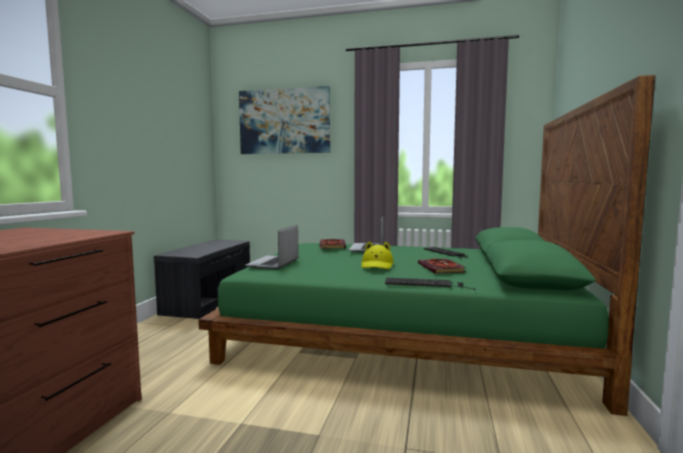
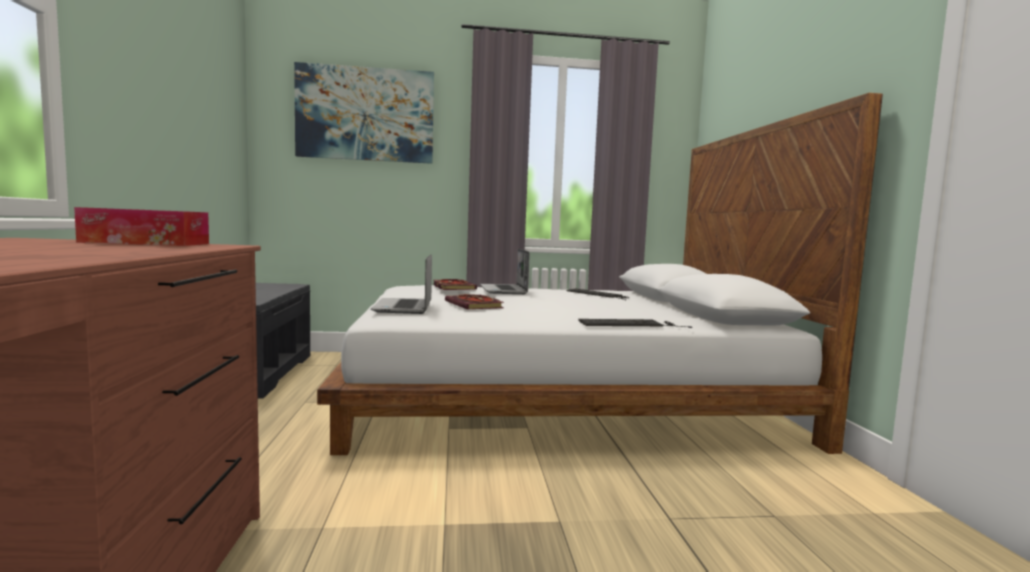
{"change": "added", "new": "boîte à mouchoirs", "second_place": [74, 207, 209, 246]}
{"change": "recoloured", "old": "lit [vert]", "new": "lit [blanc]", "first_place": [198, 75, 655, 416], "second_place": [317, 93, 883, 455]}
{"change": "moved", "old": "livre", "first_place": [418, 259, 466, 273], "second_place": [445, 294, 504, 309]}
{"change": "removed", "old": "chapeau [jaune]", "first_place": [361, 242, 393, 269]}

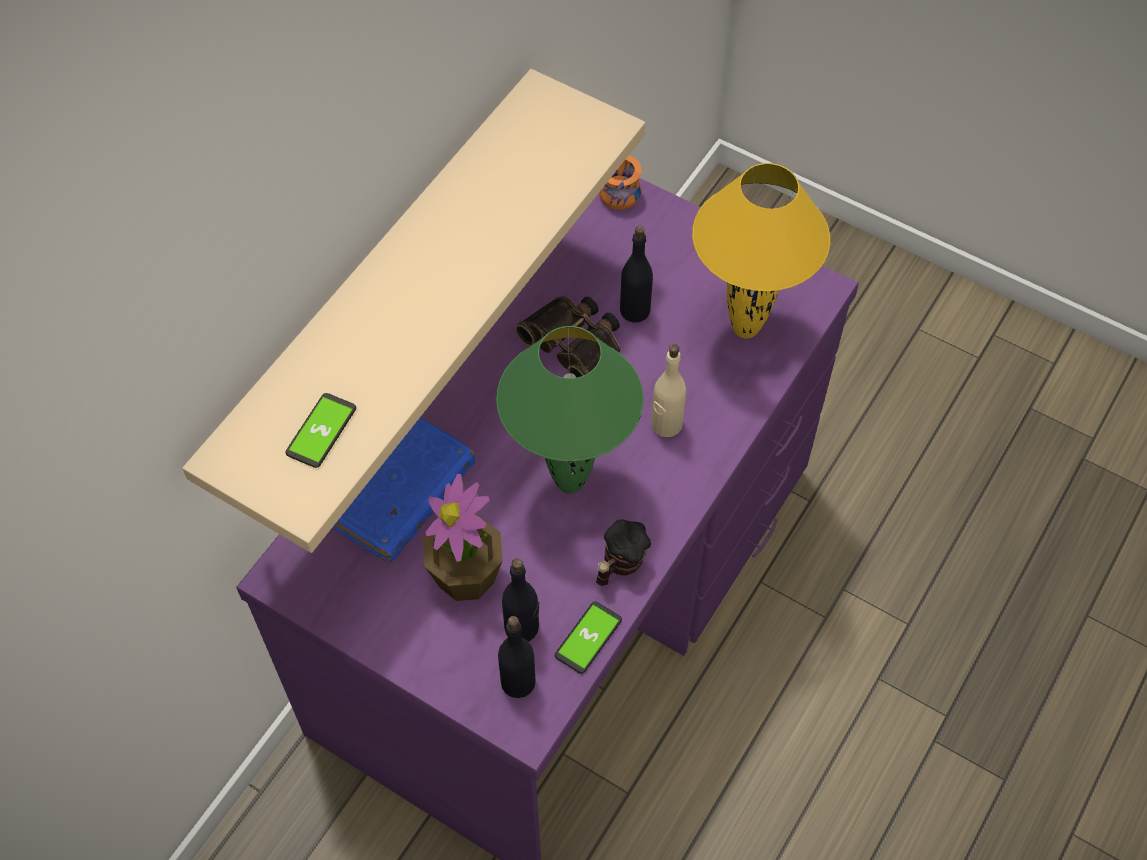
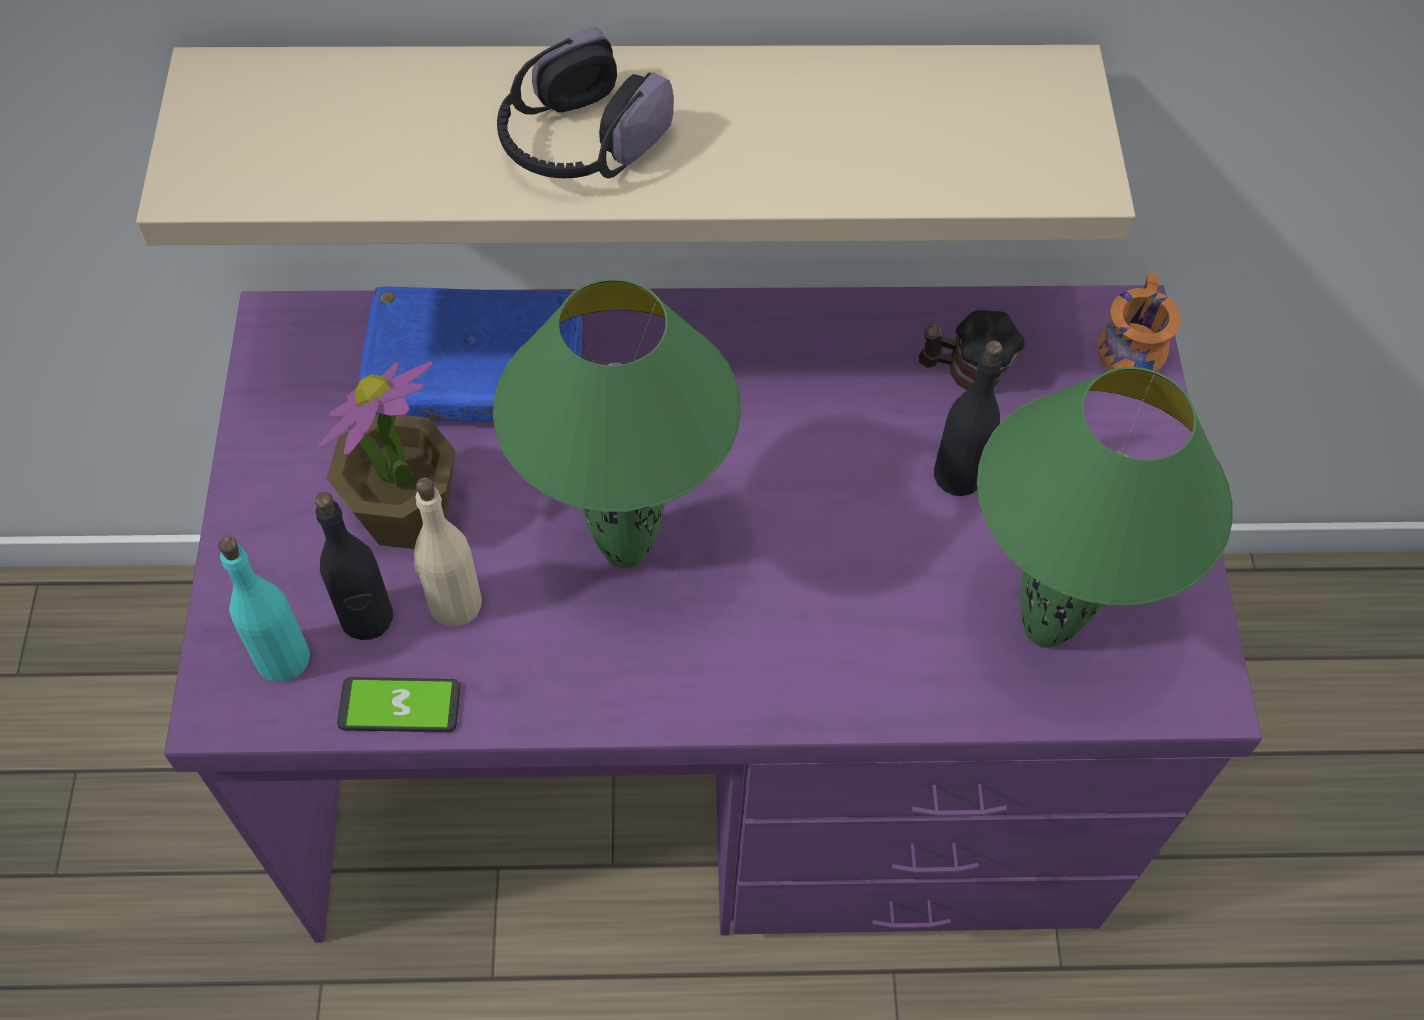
{"change": "recoloured", "old": "bouteille [noir]", "new": "bouteille [turquoise]", "first_place": [498, 616, 536, 698], "second_place": [218, 537, 310, 682]}
{"change": "moved", "old": "bouteille [beige]", "first_place": [651, 344, 686, 437], "second_place": [414, 478, 482, 627]}
{"change": "added", "new": "casque audio", "second_place": [497, 26, 674, 179]}
{"change": "moved", "old": "mug", "first_place": [596, 519, 651, 586], "second_place": [919, 310, 1025, 390]}
{"change": "recoloured", "old": "lampe de table [jaune]", "new": "lampe de table [vert]", "first_place": [692, 163, 830, 339], "second_place": [977, 367, 1233, 648]}
{"change": "removed", "old": "téléphone", "first_place": [286, 393, 356, 468]}
{"change": "removed", "old": "jumelles", "first_place": [515, 296, 620, 378]}

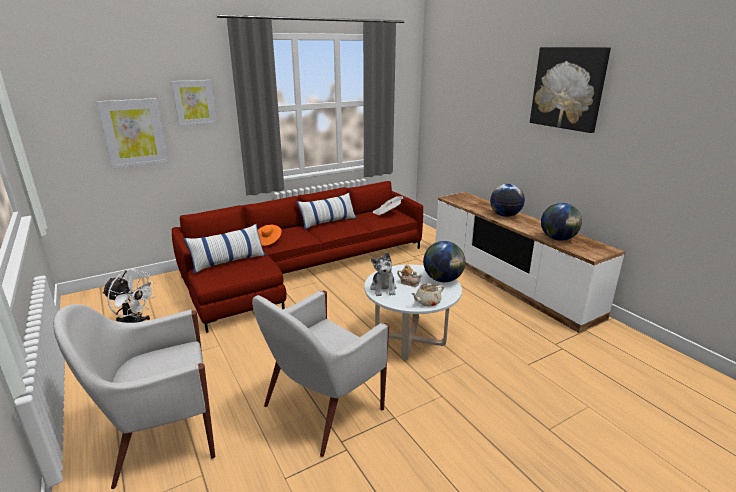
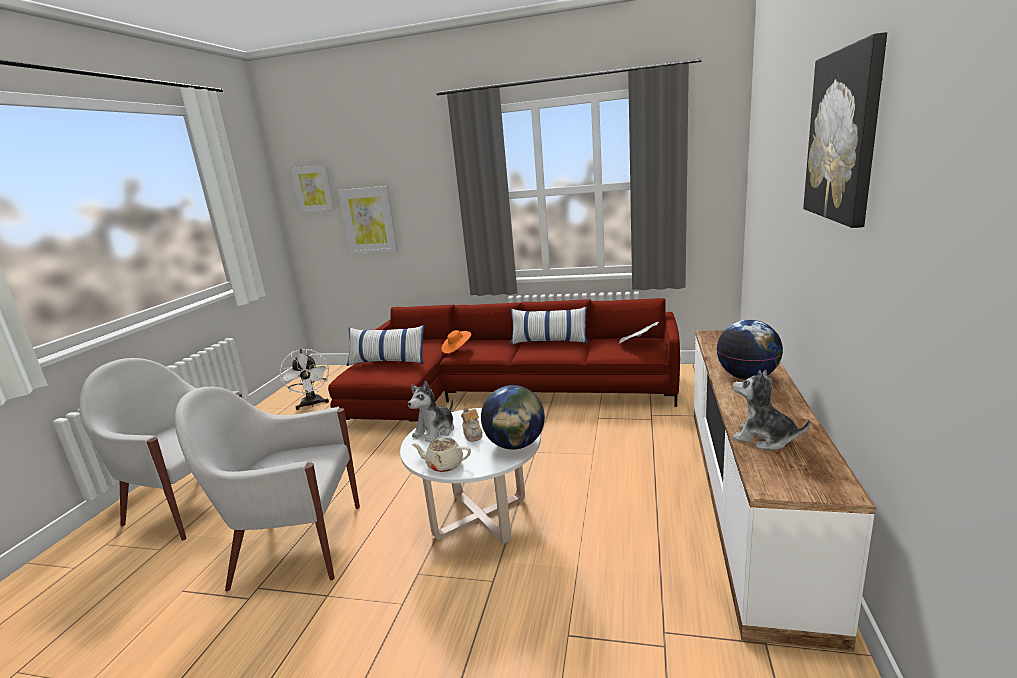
{"change": "moved", "old": "tableau", "first_place": [171, 80, 216, 126], "second_place": [291, 165, 335, 213]}
{"change": "replaced", "old": "globe", "new": "peluche", "first_place": [541, 203, 582, 241], "second_place": [733, 370, 810, 450]}

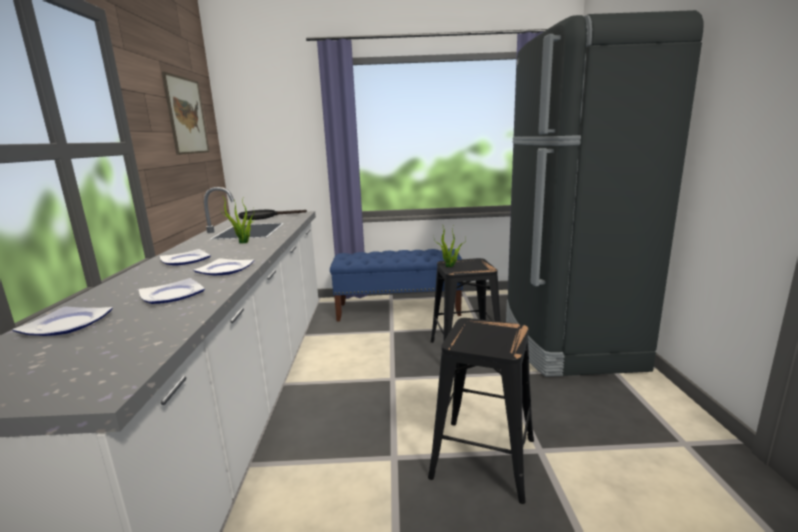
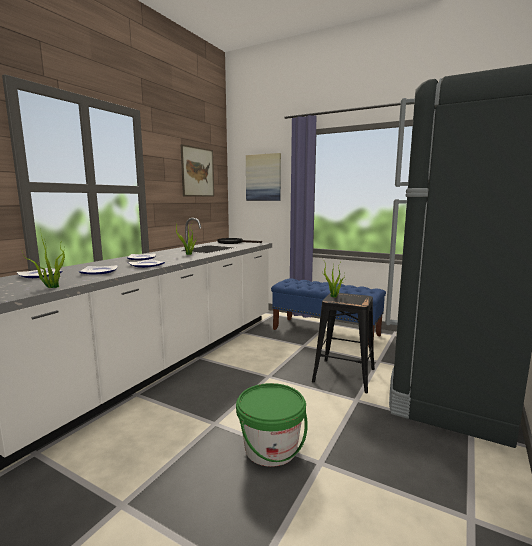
{"change": "added", "new": "plante en pot", "second_place": [22, 234, 65, 288]}
{"change": "replaced", "old": "tabouret [noir]", "new": "seau [vert]", "first_place": [428, 318, 534, 504], "second_place": [236, 383, 308, 467]}
{"change": "added", "new": "tableau", "second_place": [246, 153, 281, 201]}

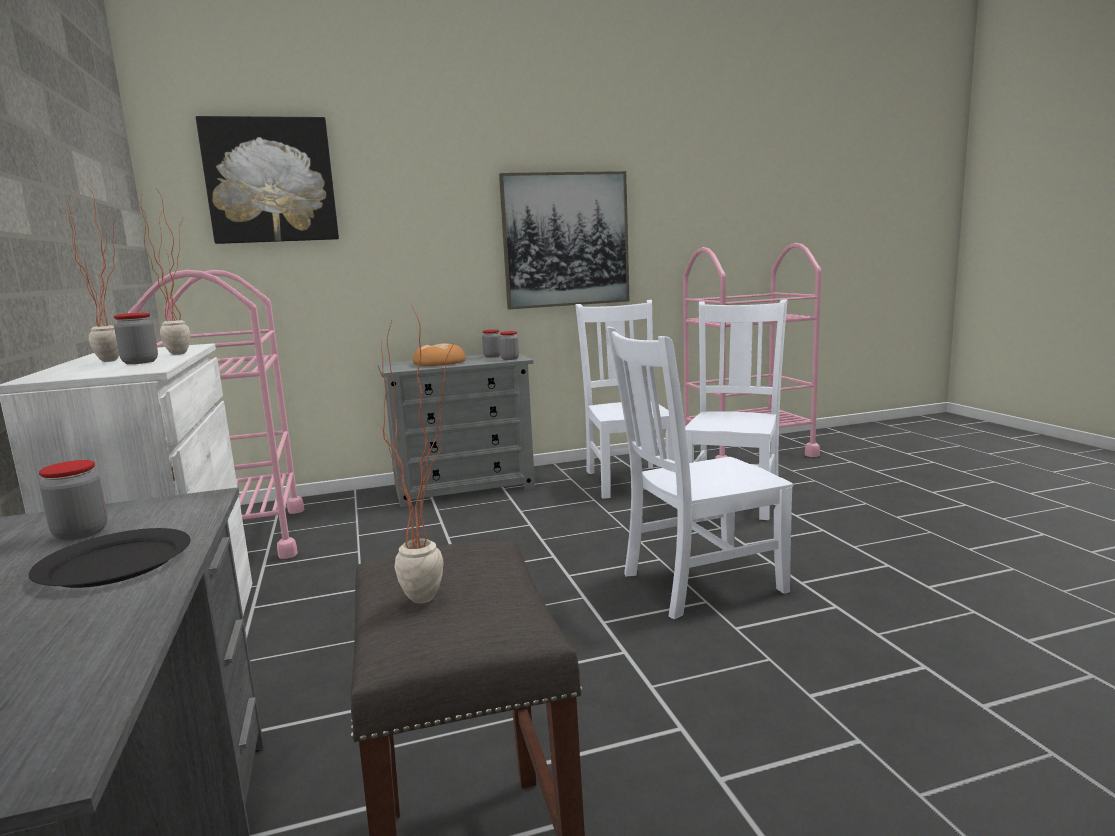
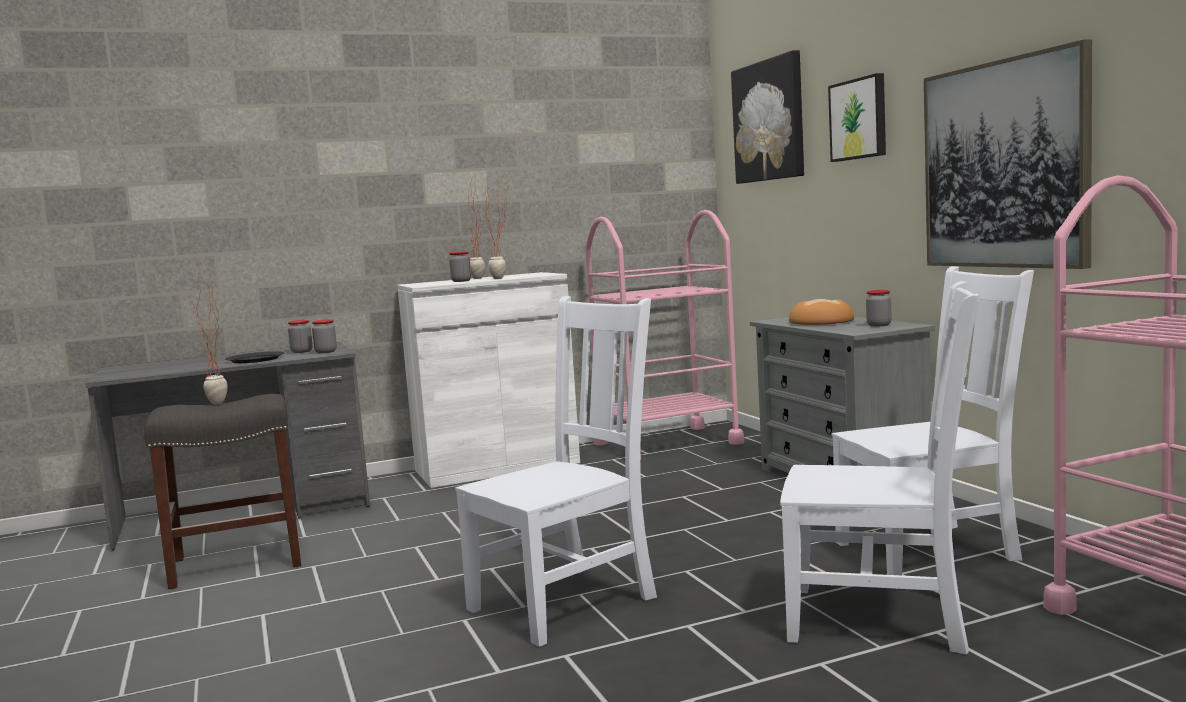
{"change": "moved", "old": "bocal", "first_place": [499, 331, 519, 360], "second_place": [312, 319, 337, 353]}
{"change": "turned", "old": "chaise [blanc]", "first_place": [607, 326, 793, 619], "second_place": [455, 296, 657, 647], "degrees": 75}
{"change": "added", "new": "tableau", "second_place": [828, 73, 886, 162]}

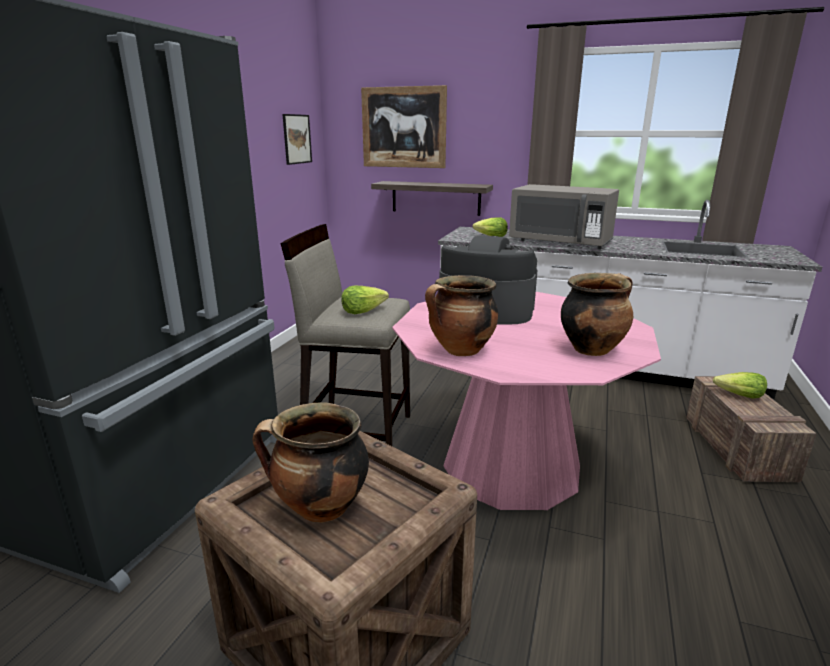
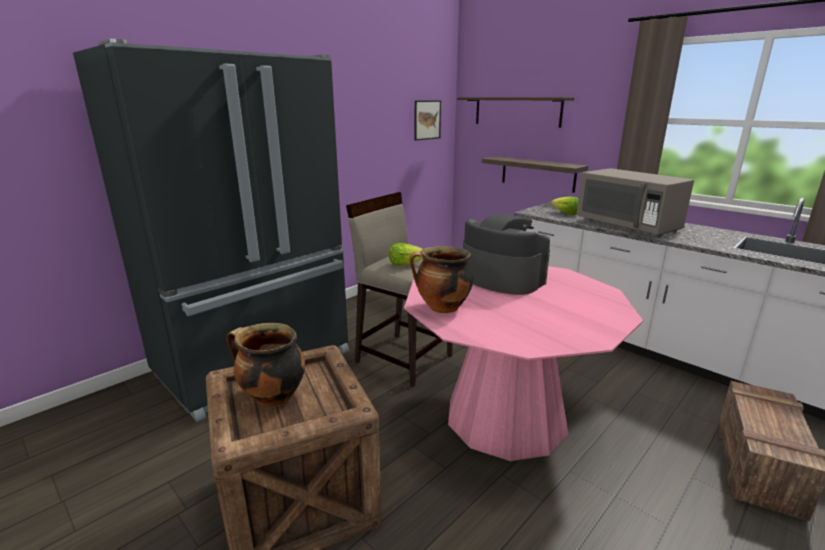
{"change": "replaced", "old": "tableau", "new": "étagère", "first_place": [361, 85, 447, 168], "second_place": [457, 97, 575, 128]}
{"change": "removed", "old": "marmite", "first_place": [561, 273, 633, 356]}
{"change": "removed", "old": "laitue", "first_place": [713, 372, 767, 399]}

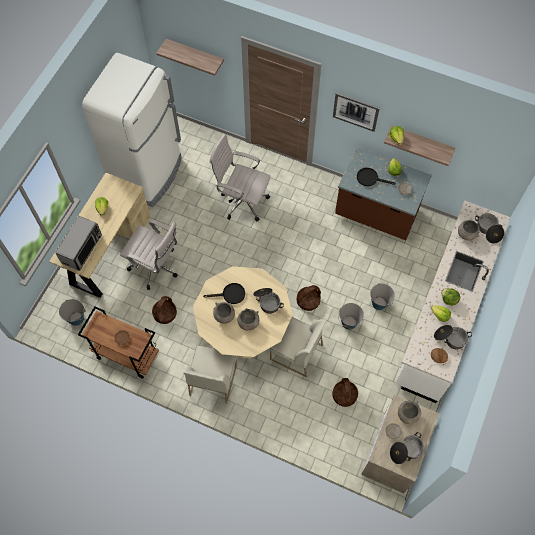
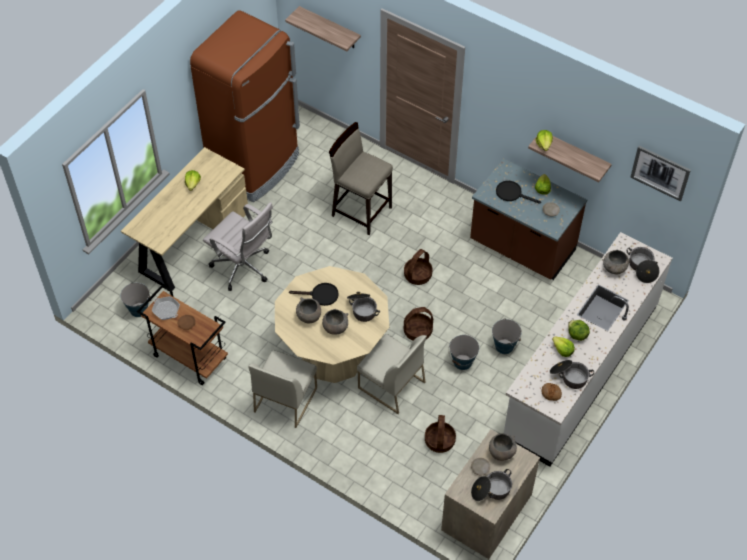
{"change": "added", "new": "poêle", "second_place": [152, 296, 180, 320]}
{"change": "recoloured", "old": "réfrigérateur [blanc]", "new": "réfrigérateur [marron]", "first_place": [82, 53, 182, 207], "second_place": [190, 11, 300, 202]}
{"change": "replaced", "old": "chaise de bureau [blanc]", "new": "tabouret [beige]", "first_place": [210, 134, 271, 221], "second_place": [329, 122, 393, 235]}
{"change": "moved", "old": "panier", "first_place": [152, 296, 177, 324], "second_place": [404, 249, 432, 285]}
{"change": "moved", "old": "tableau", "first_place": [333, 92, 380, 132], "second_place": [630, 146, 691, 201]}
{"change": "removed", "old": "micro-ondes", "first_place": [55, 216, 102, 271]}

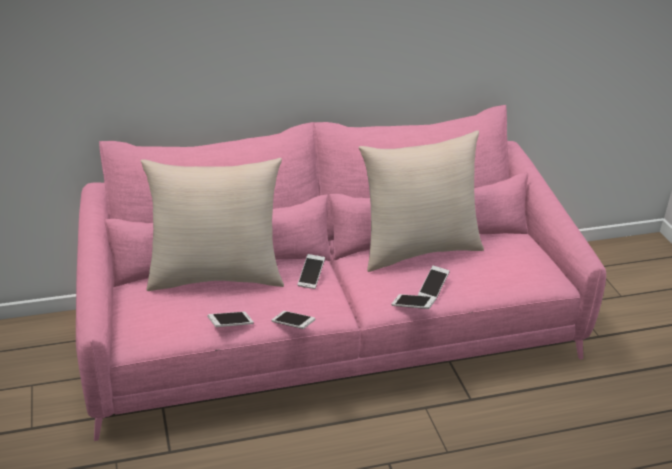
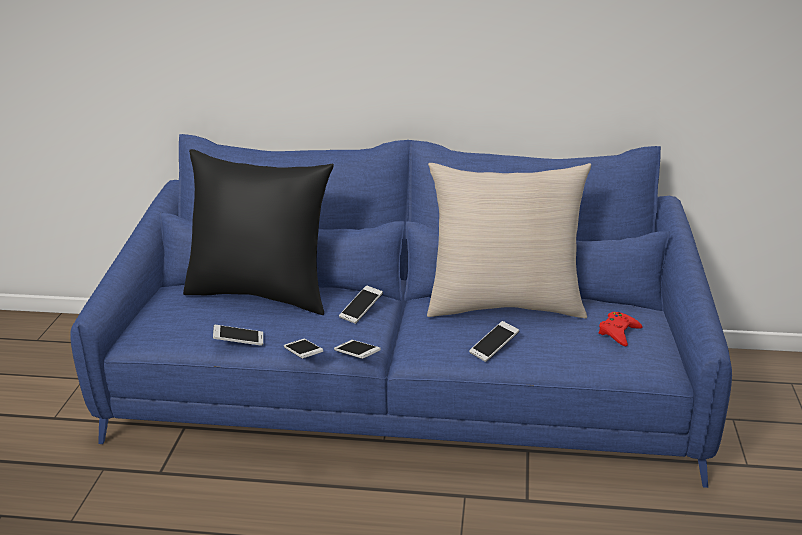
{"change": "recoloured", "old": "canapé [rose]", "new": "canapé [bleu]", "first_place": [76, 105, 606, 441], "second_place": [70, 134, 732, 488]}
{"change": "recoloured", "old": "coussin [beige]", "new": "coussin [noir]", "first_place": [141, 158, 284, 291], "second_place": [183, 149, 334, 315]}
{"change": "moved", "old": "téléphone", "first_place": [392, 294, 436, 309], "second_place": [334, 340, 381, 359]}
{"change": "added", "new": "manette [rouge]", "second_place": [599, 312, 642, 347]}

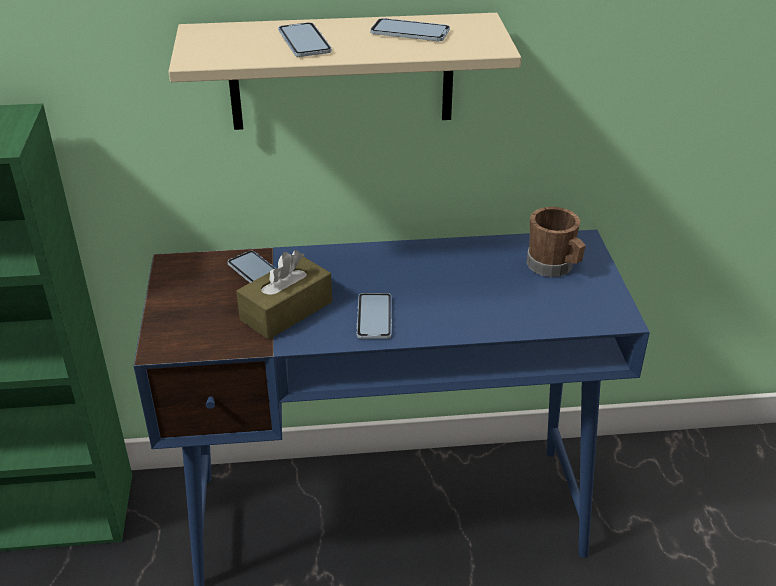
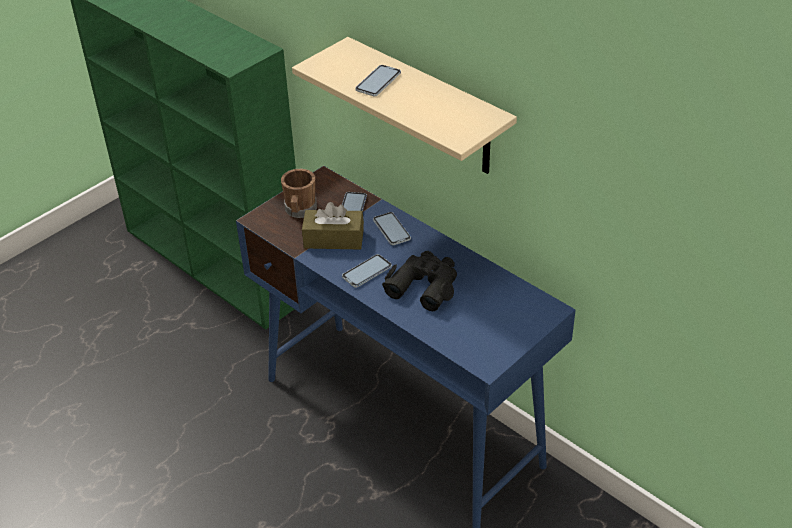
{"change": "moved", "old": "mug [marron]", "first_place": [526, 207, 586, 277], "second_place": [281, 169, 317, 218]}
{"change": "moved", "old": "téléphone", "first_place": [370, 18, 450, 41], "second_place": [373, 212, 411, 245]}
{"change": "added", "new": "jumelles [noir]", "second_place": [382, 251, 457, 311]}

